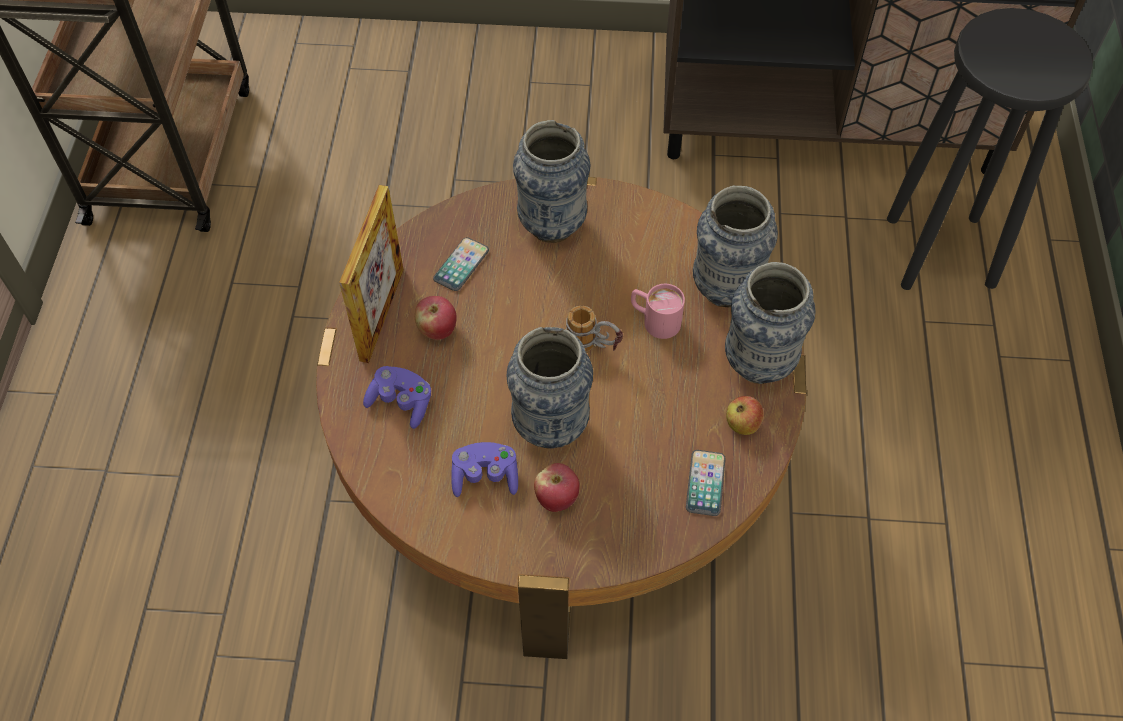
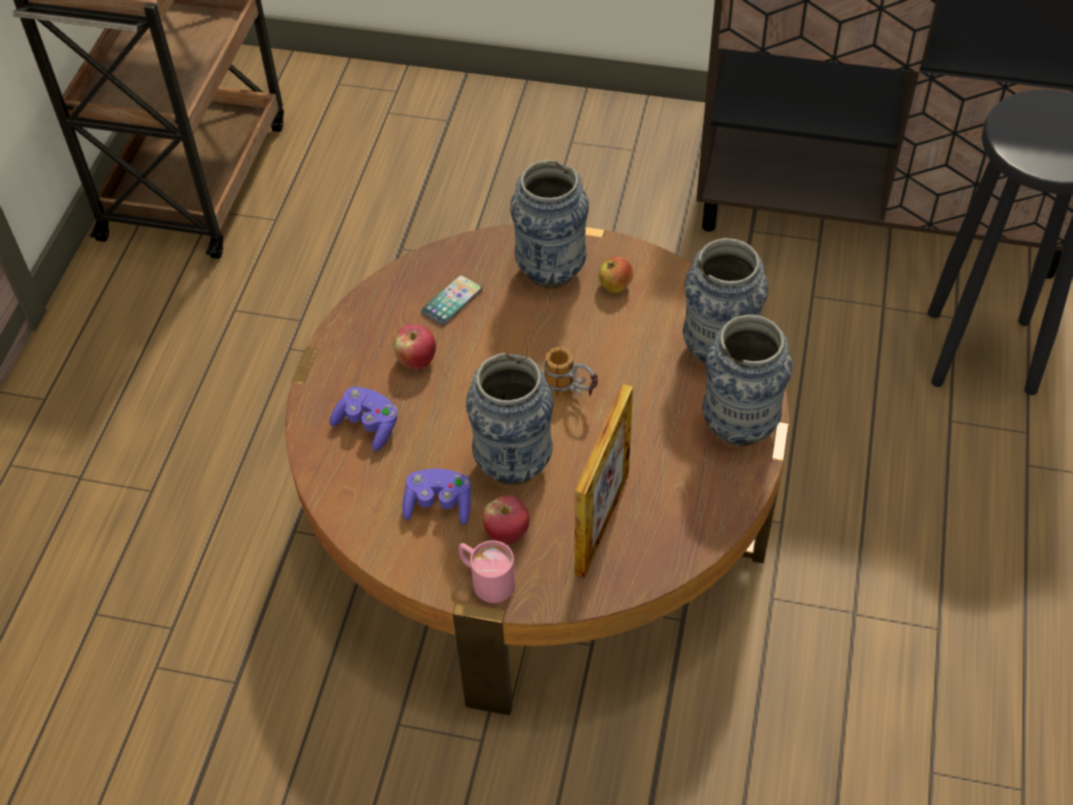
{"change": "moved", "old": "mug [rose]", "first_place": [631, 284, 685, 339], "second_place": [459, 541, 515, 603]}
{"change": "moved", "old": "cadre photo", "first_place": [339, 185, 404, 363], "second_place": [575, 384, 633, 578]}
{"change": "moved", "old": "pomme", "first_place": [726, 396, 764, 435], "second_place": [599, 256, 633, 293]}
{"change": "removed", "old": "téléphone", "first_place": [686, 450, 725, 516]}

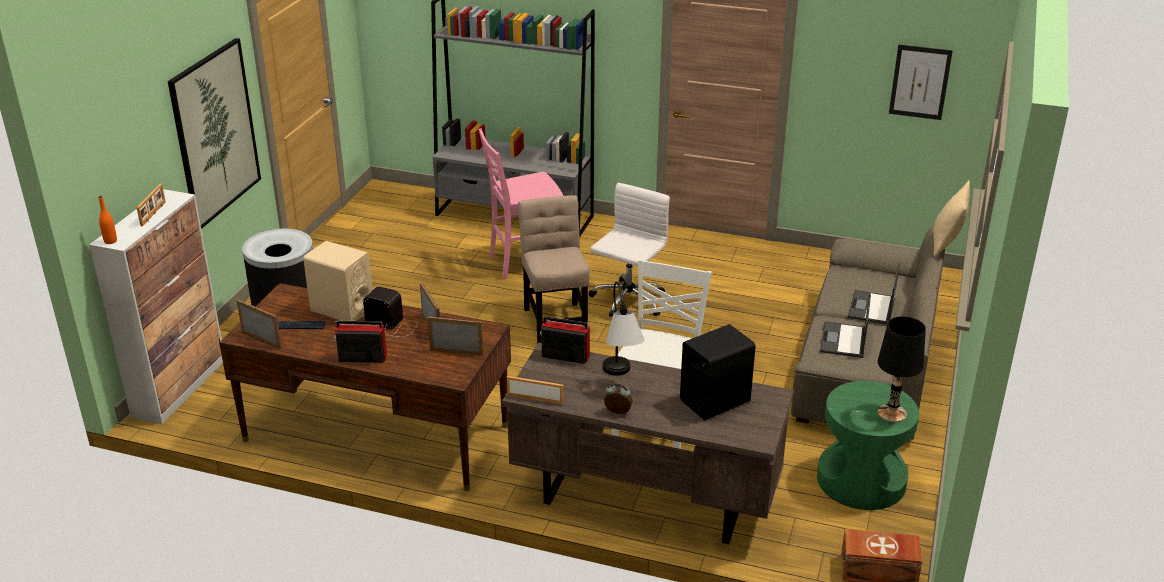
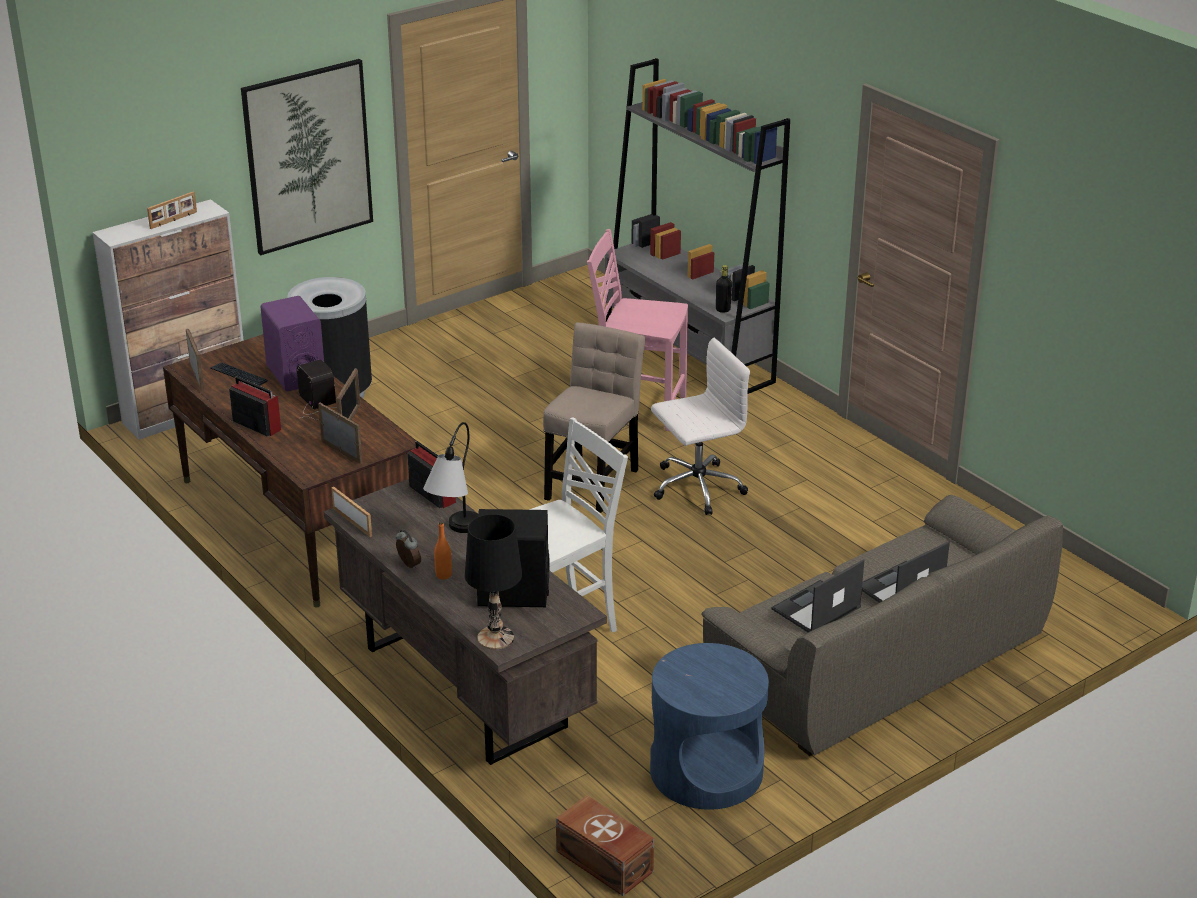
{"change": "recoloured", "old": "enceinte [beige]", "new": "enceinte [violet]", "first_place": [303, 241, 373, 321], "second_place": [260, 296, 324, 391]}
{"change": "moved", "old": "bouteille [orange]", "first_place": [99, 196, 117, 244], "second_place": [434, 521, 452, 580]}
{"change": "moved", "old": "lampe de table [noir]", "first_place": [878, 316, 926, 422], "second_place": [465, 514, 522, 649]}
{"change": "recoloured", "old": "table d'appoint [vert]", "new": "table d'appoint [bleu]", "first_place": [817, 381, 919, 510], "second_place": [650, 643, 769, 810]}
{"change": "added", "new": "bouteille [noir]", "second_place": [716, 265, 732, 313]}
{"change": "removed", "old": "tableau", "first_place": [889, 44, 953, 120]}
{"change": "removed", "old": "coussin [beige]", "first_place": [933, 180, 970, 257]}

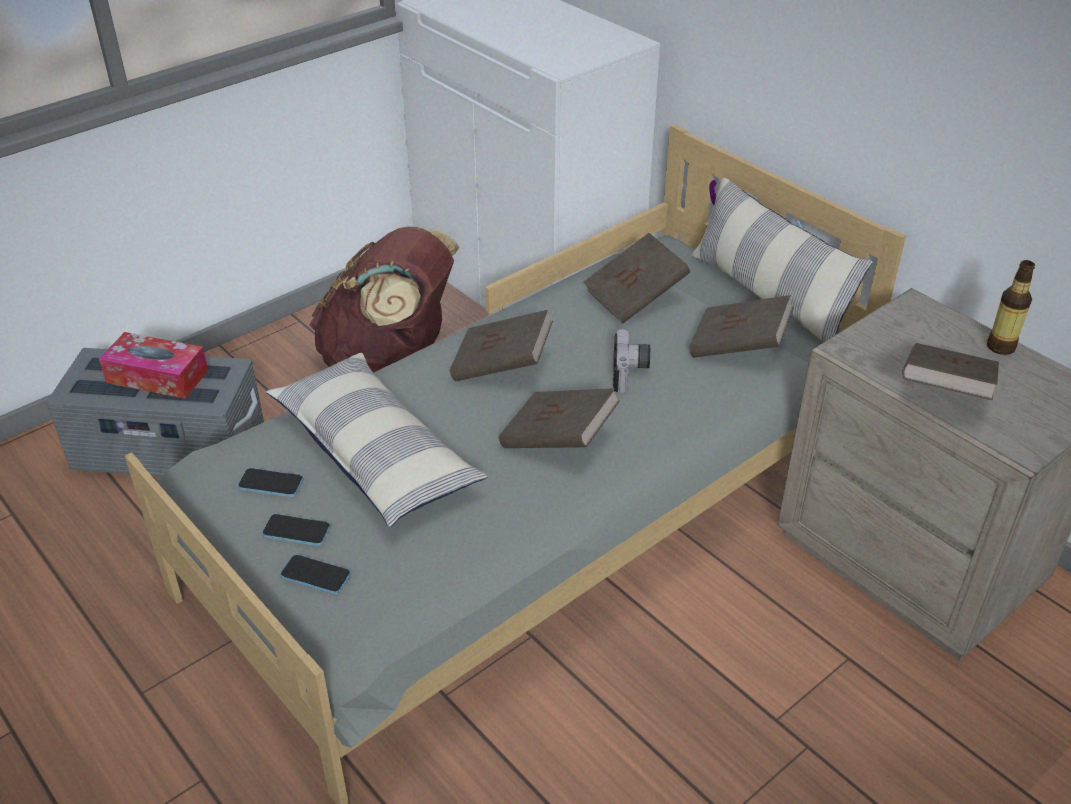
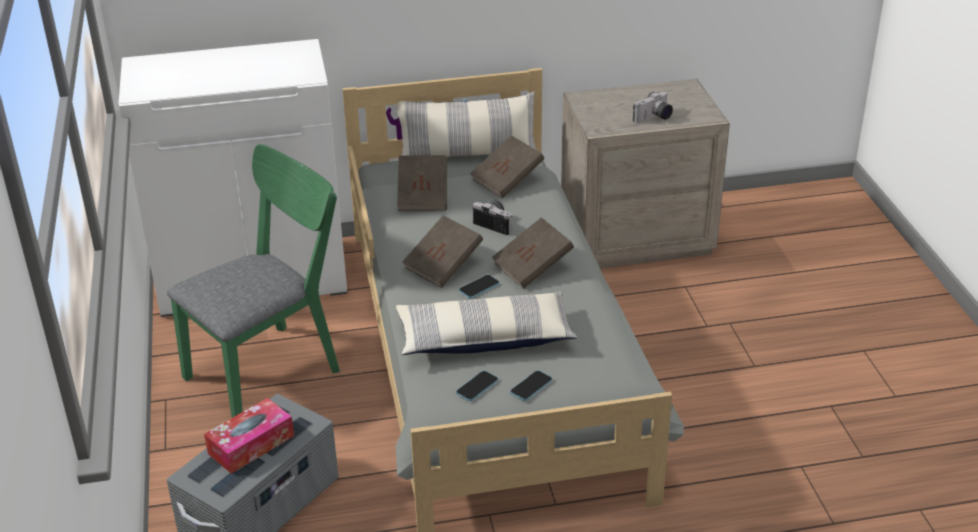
{"change": "replaced", "old": "sac à dos [marron]", "new": "chaise [vert]", "first_place": [309, 226, 460, 373], "second_place": [167, 144, 340, 418]}
{"change": "moved", "old": "téléphone", "first_place": [280, 555, 351, 594], "second_place": [459, 275, 500, 299]}
{"change": "replaced", "old": "livre [marron]", "new": "appareil photo", "first_place": [902, 343, 999, 400], "second_place": [633, 92, 673, 123]}
{"change": "removed", "old": "bouteille", "first_place": [987, 260, 1035, 355]}

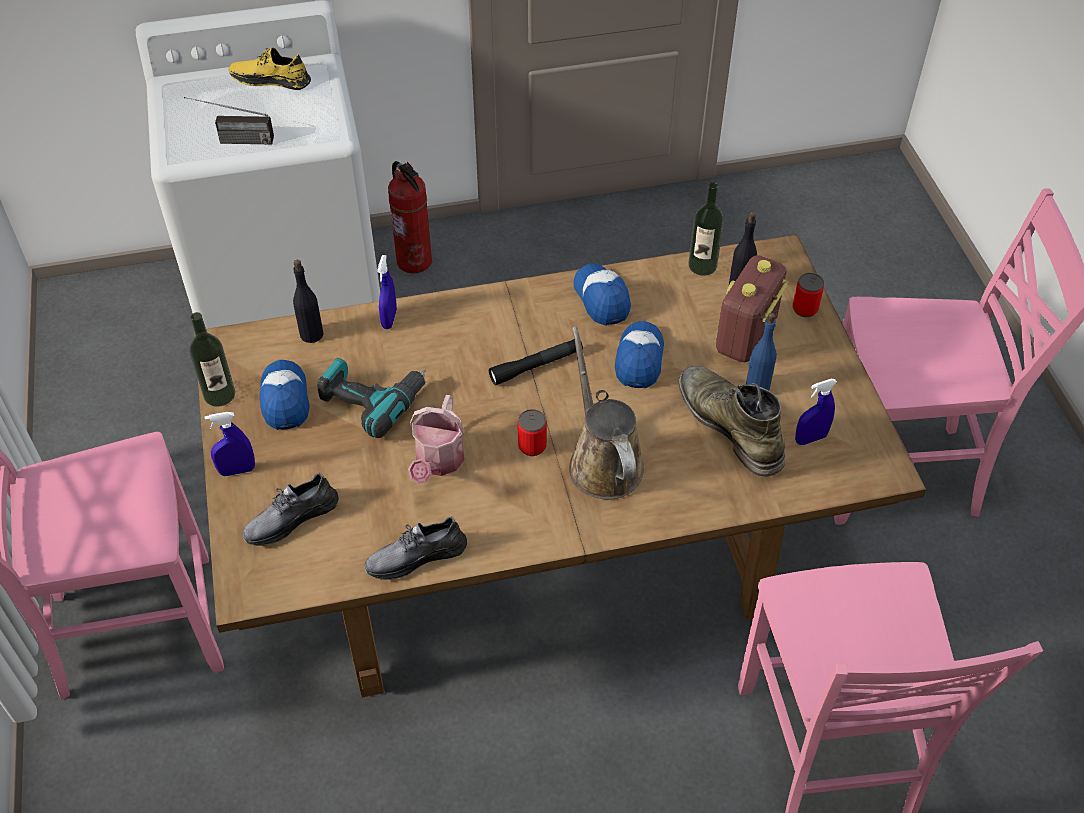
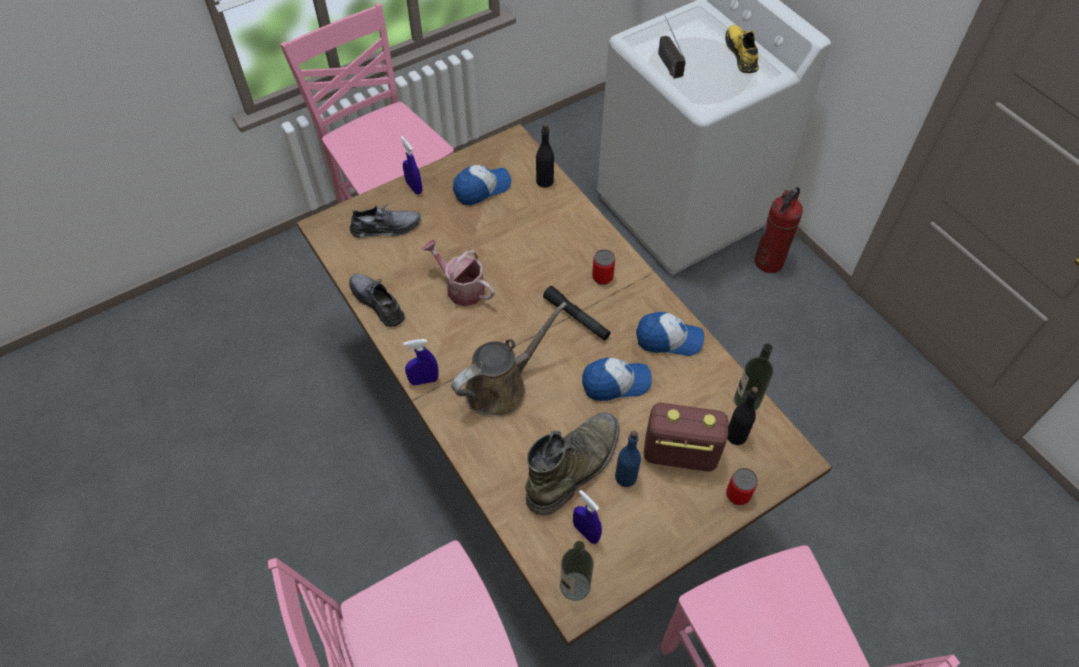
{"change": "turned", "old": "chaussure [gris]", "first_place": [242, 472, 339, 546], "second_place": [350, 204, 421, 238], "degrees": 135}
{"change": "moved", "old": "vaporisateur [bleu]", "first_place": [377, 255, 397, 329], "second_place": [403, 339, 438, 385]}
{"change": "turned", "old": "arrosoir", "first_place": [408, 395, 465, 484], "second_place": [422, 239, 494, 306], "degrees": 45}
{"change": "moved", "old": "bouteille", "first_place": [190, 312, 235, 407], "second_place": [560, 541, 593, 601]}
{"change": "moved", "old": "boîte métallique", "first_place": [518, 409, 547, 456], "second_place": [592, 249, 615, 285]}
{"change": "turned", "old": "casquette", "first_place": [573, 264, 631, 326], "second_place": [636, 312, 704, 356], "degrees": 45}
{"change": "removed", "old": "perceuse", "first_place": [317, 358, 426, 438]}

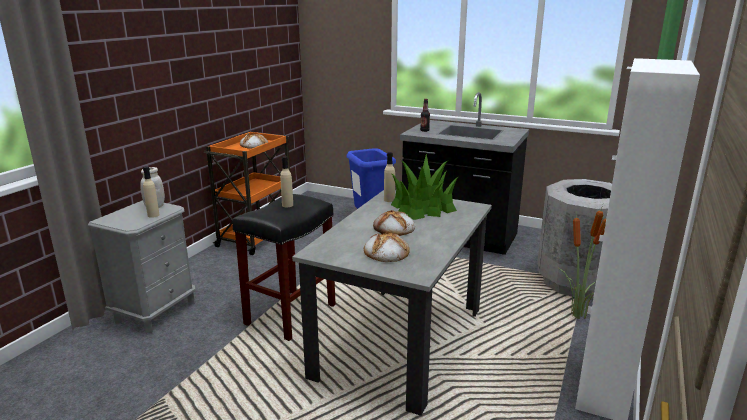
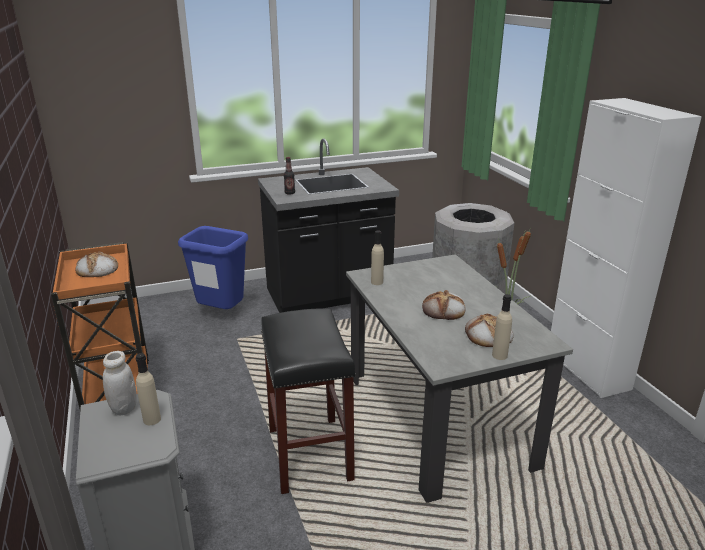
{"change": "moved", "old": "bouteille [beige]", "first_place": [280, 156, 293, 207], "second_place": [492, 294, 512, 360]}
{"change": "removed", "old": "plante en pot", "first_place": [391, 154, 458, 220]}

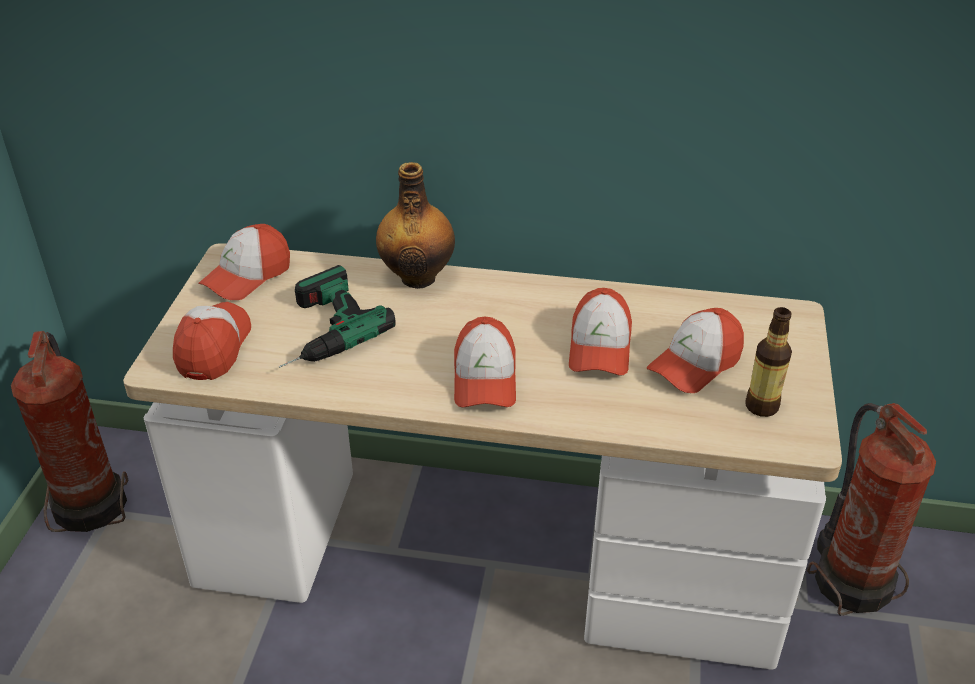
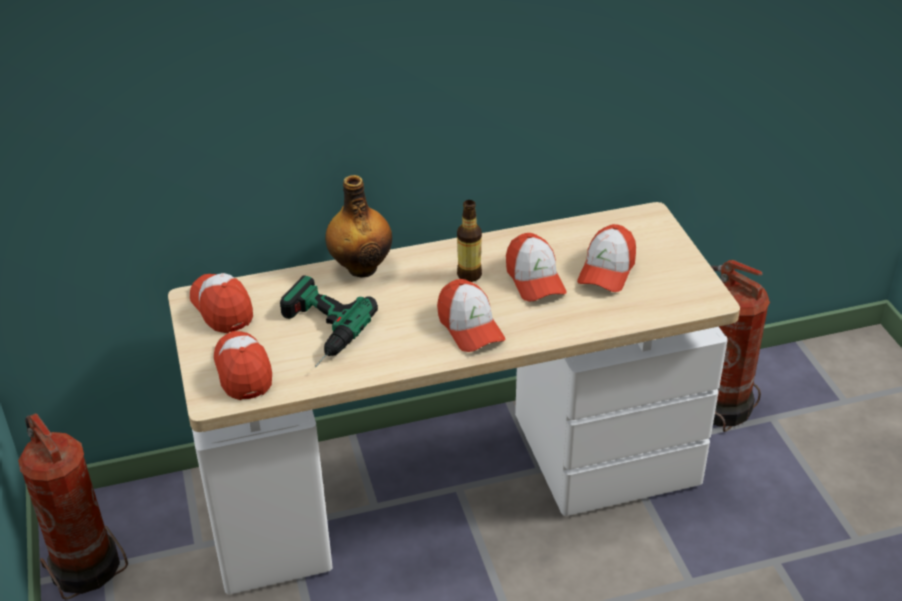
{"change": "turned", "old": "casquette", "first_place": [199, 224, 290, 300], "second_place": [190, 273, 253, 333], "degrees": 135}
{"change": "moved", "old": "bouteille", "first_place": [746, 307, 792, 417], "second_place": [457, 200, 482, 282]}

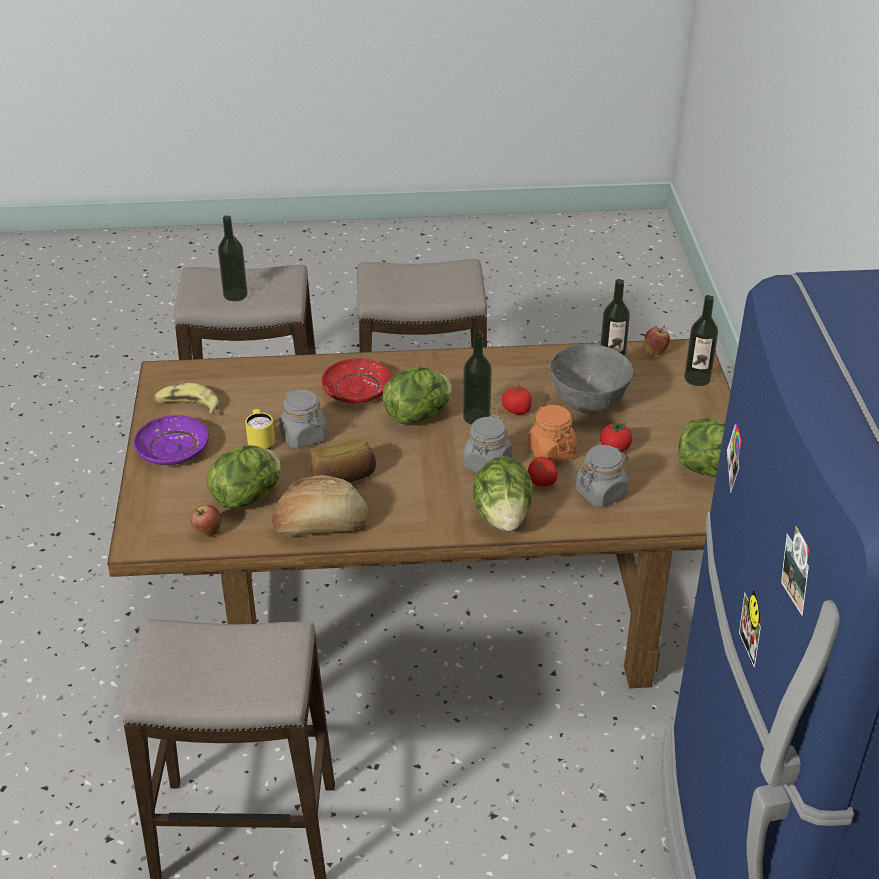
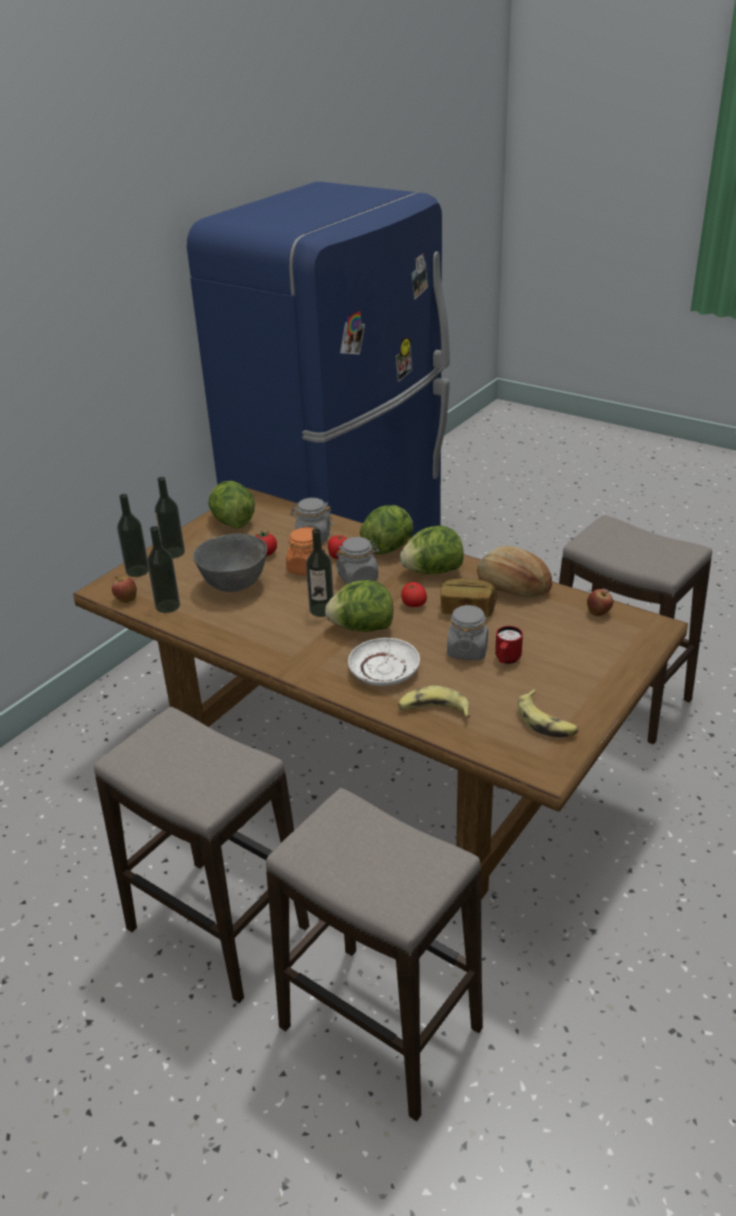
{"change": "moved", "old": "bouteille", "first_place": [218, 215, 248, 301], "second_place": [155, 477, 185, 558]}
{"change": "recoloured", "old": "assiette [rouge]", "new": "assiette [blanc]", "first_place": [321, 358, 391, 403], "second_place": [348, 638, 420, 686]}
{"change": "added", "new": "banane", "second_place": [398, 686, 470, 718]}
{"change": "moved", "old": "laitue", "first_place": [207, 445, 281, 509], "second_place": [400, 526, 464, 574]}
{"change": "moved", "old": "tomate", "first_place": [502, 386, 532, 414], "second_place": [401, 582, 427, 607]}
{"change": "recoloured", "old": "mug [jaune]", "new": "mug [rouge]", "first_place": [245, 409, 275, 450], "second_place": [495, 626, 523, 664]}
{"change": "removed", "old": "assiette [violet]", "first_place": [134, 415, 209, 465]}

